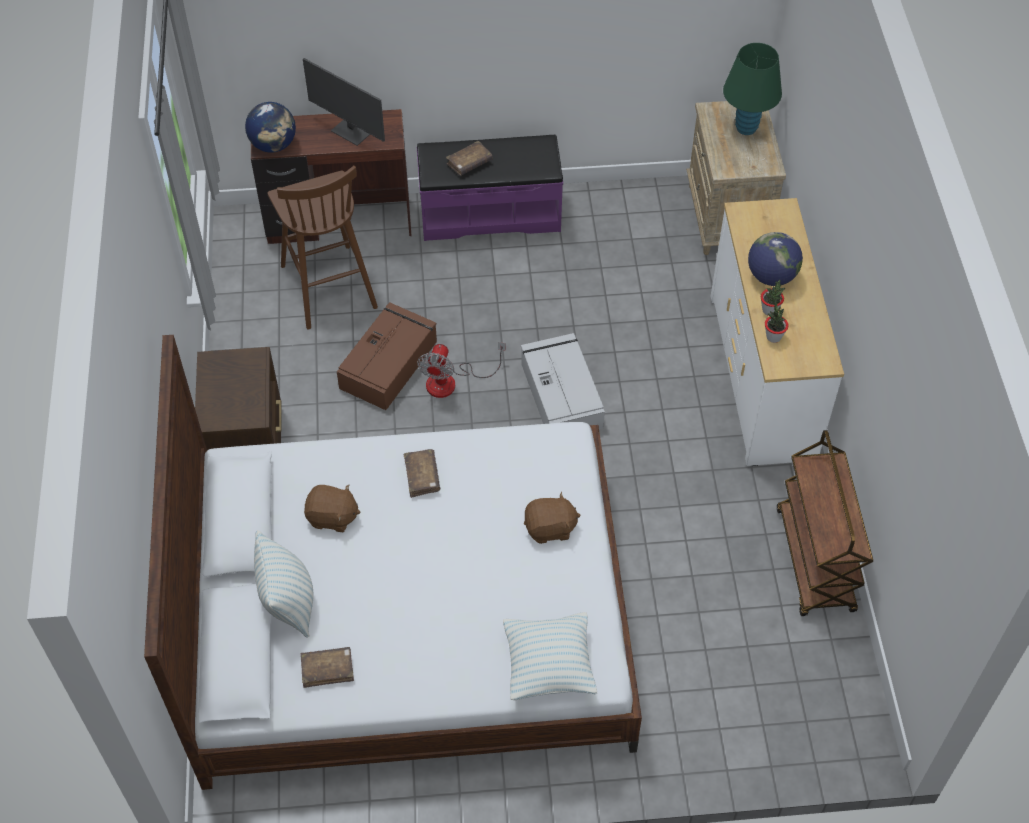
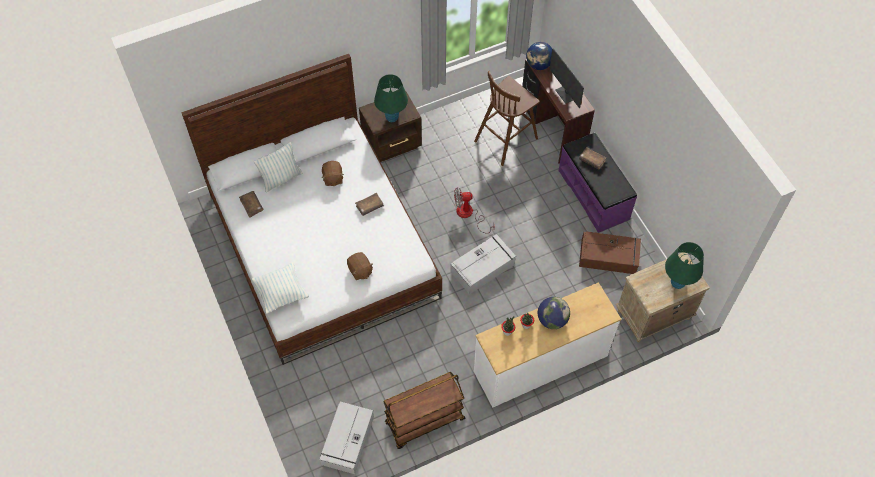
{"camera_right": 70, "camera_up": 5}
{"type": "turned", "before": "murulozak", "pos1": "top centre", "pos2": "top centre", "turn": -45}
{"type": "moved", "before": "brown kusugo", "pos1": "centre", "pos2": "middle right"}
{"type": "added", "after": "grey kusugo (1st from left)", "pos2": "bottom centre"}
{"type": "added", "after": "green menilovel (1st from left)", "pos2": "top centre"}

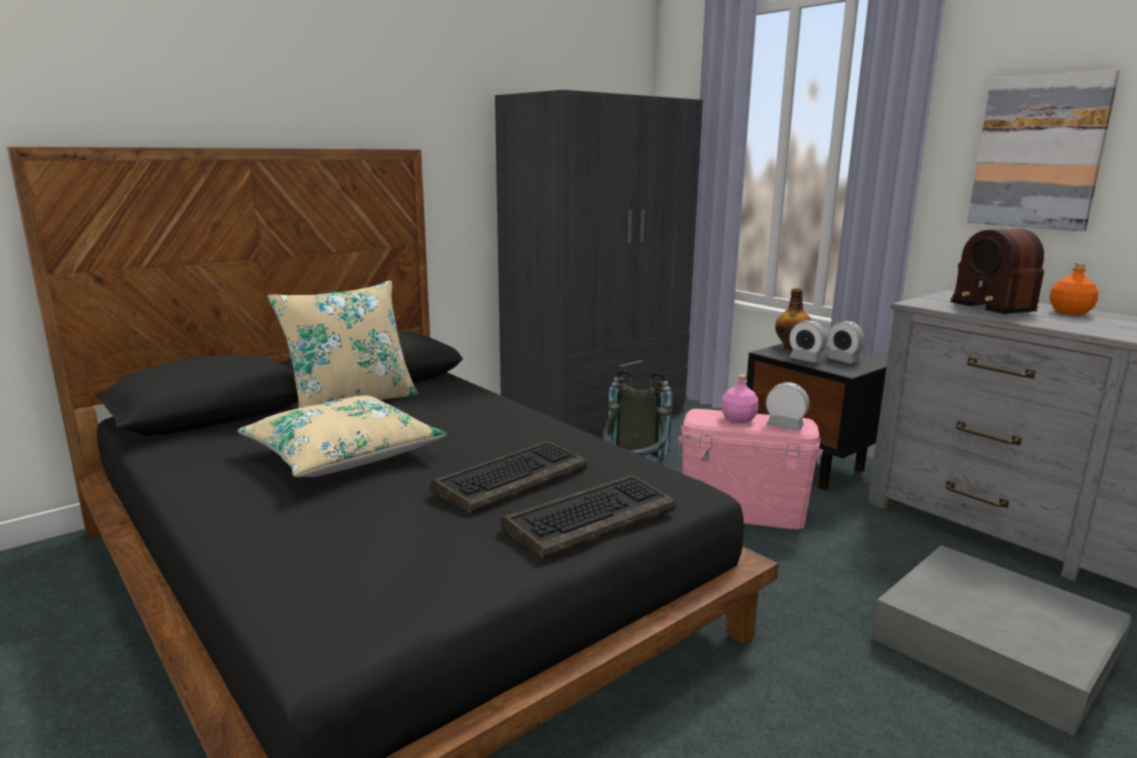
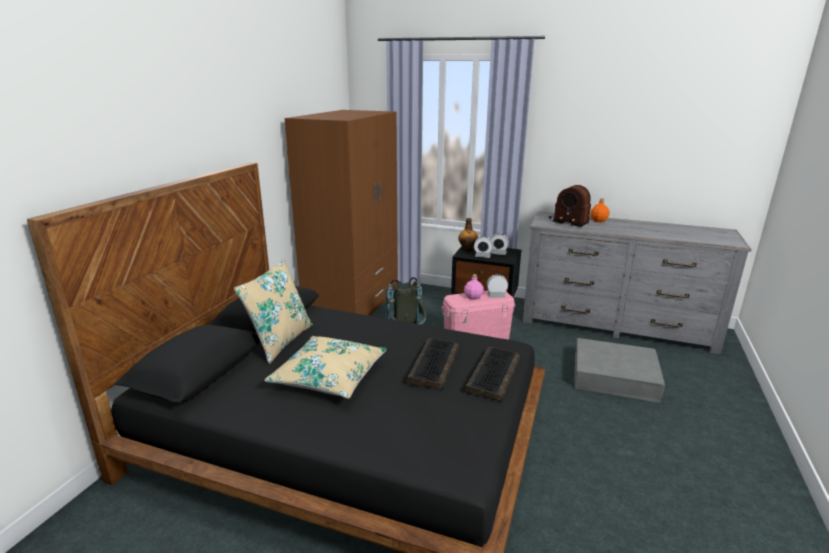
{"camera_right": -30, "camera_up": 5}
{"type": "recoloured", "before": "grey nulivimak", "after": "brown nulivimak", "pos1": "centre", "pos2": "centre"}
{"type": "removed", "before": "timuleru", "pos1": "top right"}

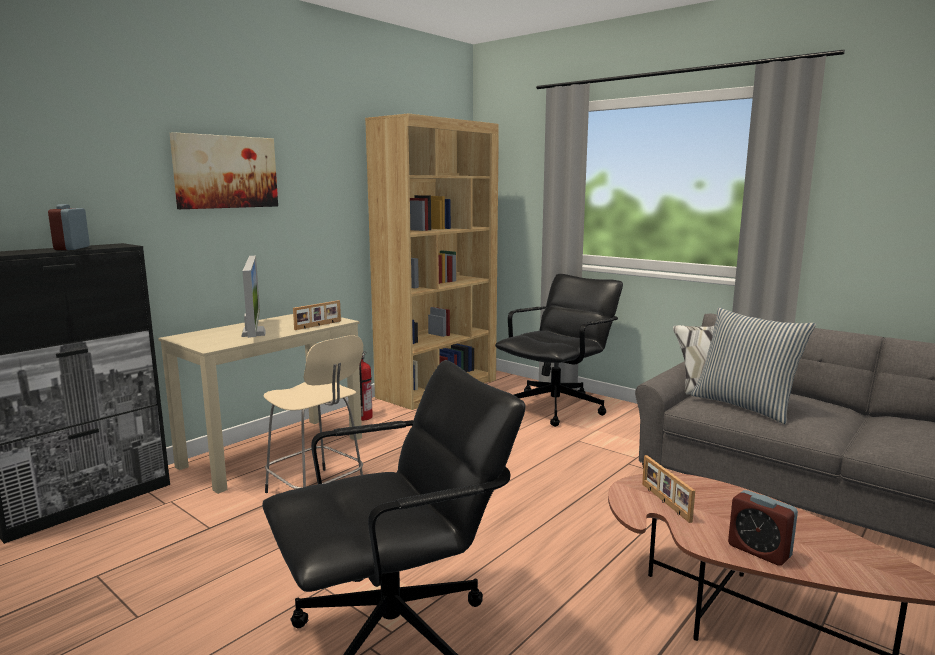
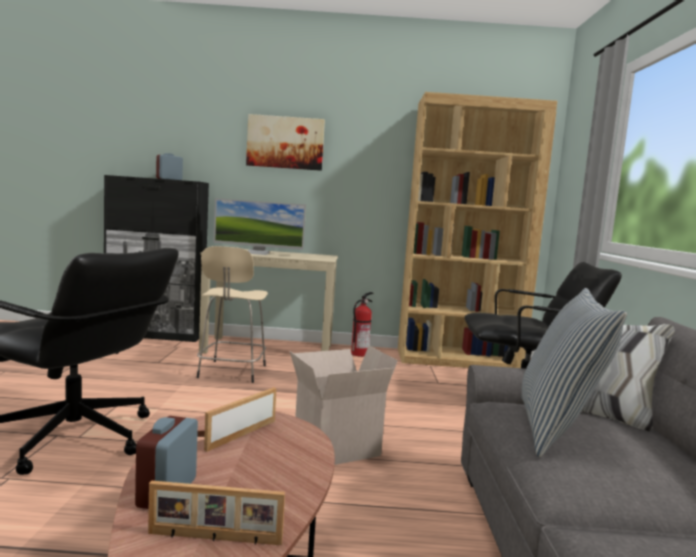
{"camera_right": 50, "camera_up": -5}
{"type": "turned", "before": "murulozak", "pos1": "middle left", "pos2": "centre", "turn": 60}
{"type": "moved", "before": "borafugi (1st from left)", "pos1": "centre", "pos2": "bottom left"}
{"type": "added", "after": "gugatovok", "pos2": "bottom centre"}

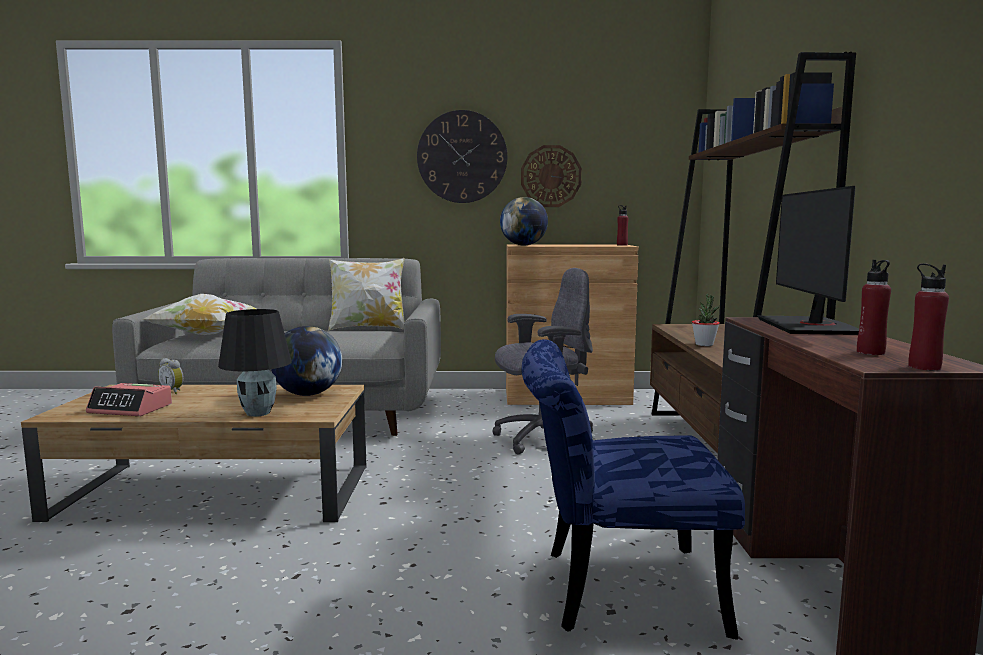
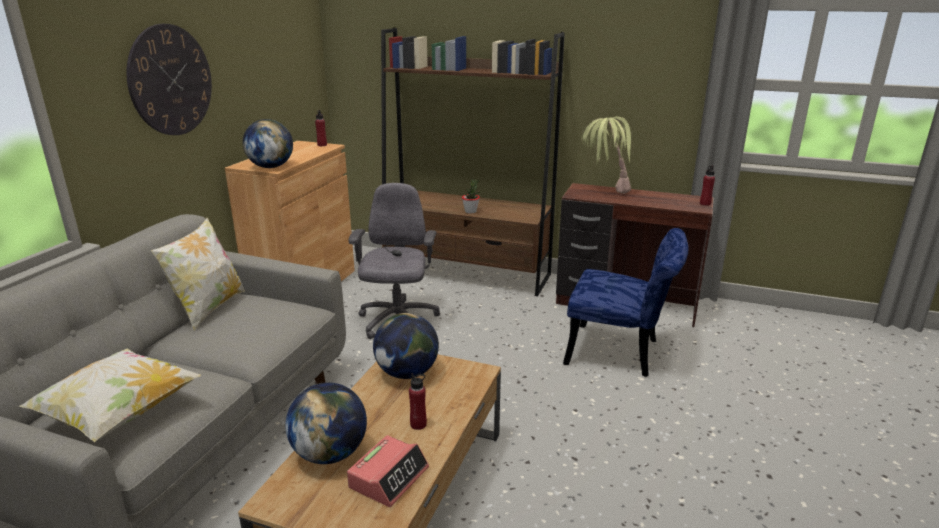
{"camera_right": -70, "camera_up": 15}
{"type": "replaced", "before": "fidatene (2nd from left)", "after": "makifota (2nd from left)", "pos1": "middle left", "pos2": "bottom centre"}
{"type": "removed", "before": "black menilovel", "pos1": "middle left"}
{"type": "removed", "before": "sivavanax (2nd from left)", "pos1": "top centre"}
{"type": "turned", "before": "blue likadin", "pos1": "bottom centre", "pos2": "middle right", "turn": -90}
{"type": "replaced", "before": "murulozak", "after": "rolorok (2nd from left)", "pos1": "middle right", "pos2": "top centre"}
{"type": "moved", "before": "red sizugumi (2nd from left)", "pos1": "middle right", "pos2": "bottom centre"}

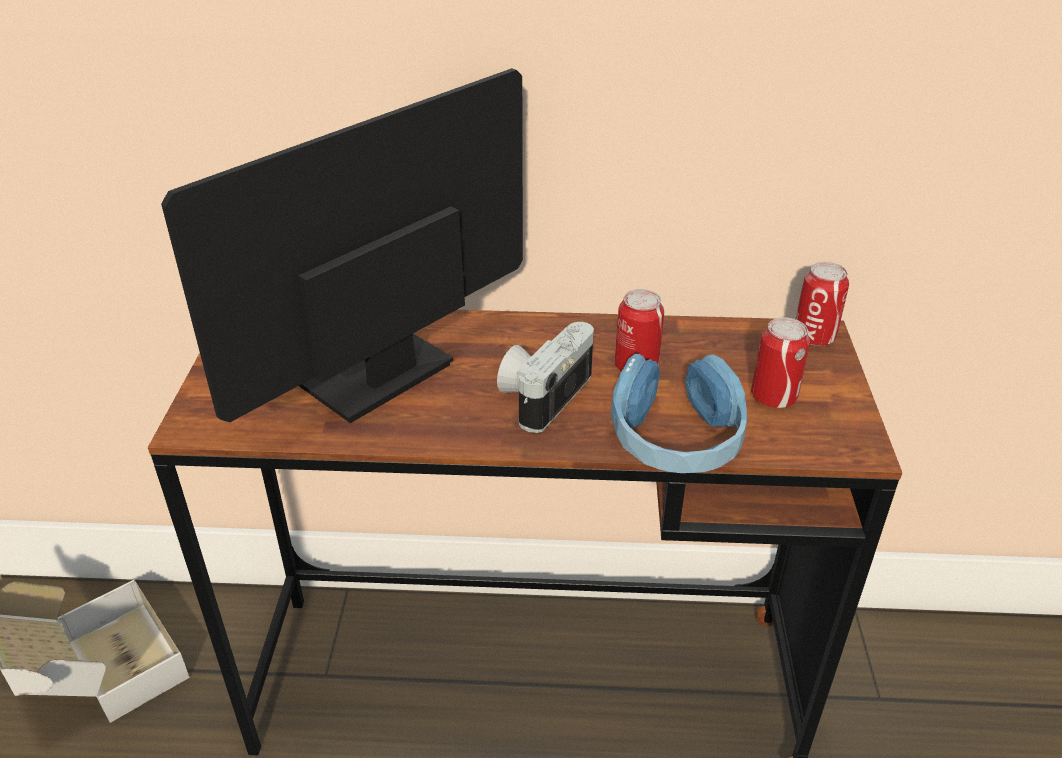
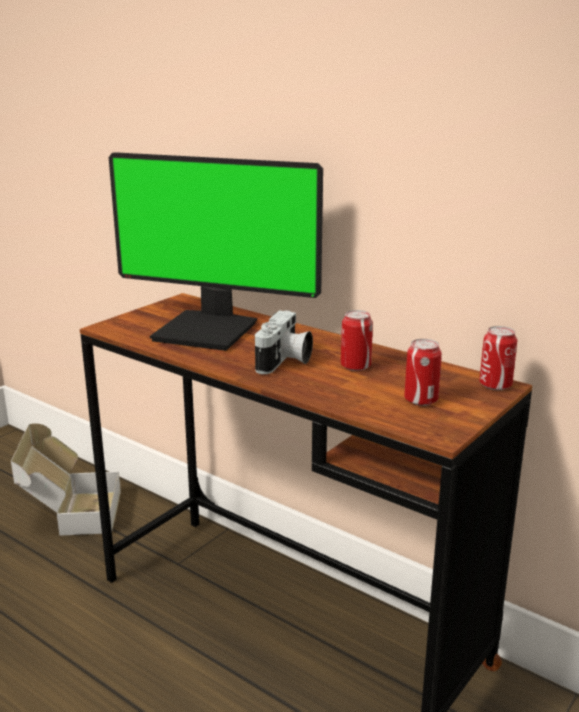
{"camera_right": 35, "camera_up": -15}
{"type": "turned", "before": "murulozak", "pos1": "top left", "pos2": "centre", "turn": -150}
{"type": "turned", "before": "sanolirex", "pos1": "centre", "pos2": "centre", "turn": 135}
{"type": "removed", "before": "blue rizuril", "pos1": "centre"}

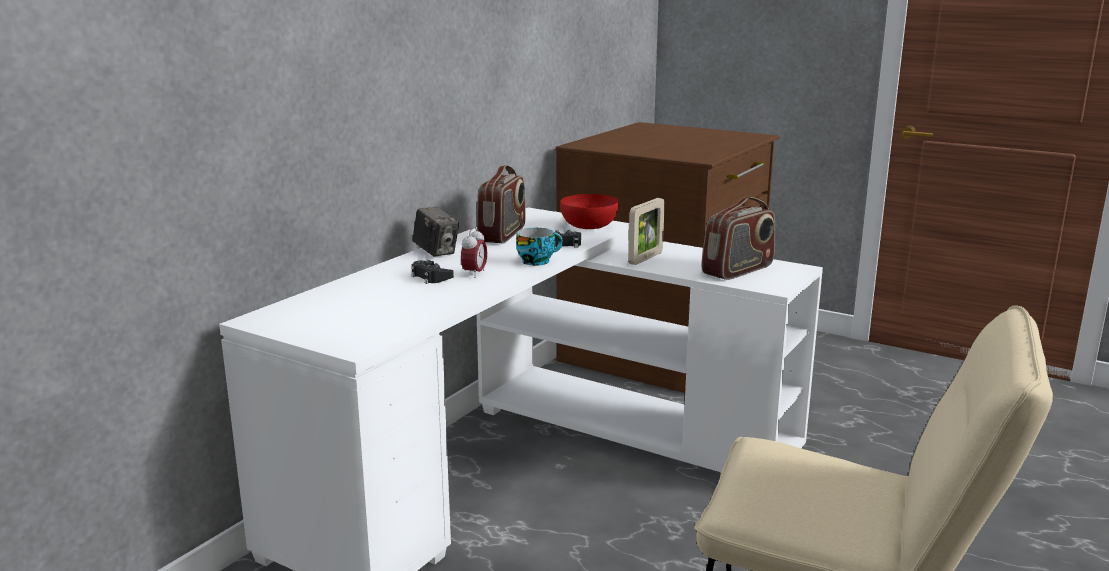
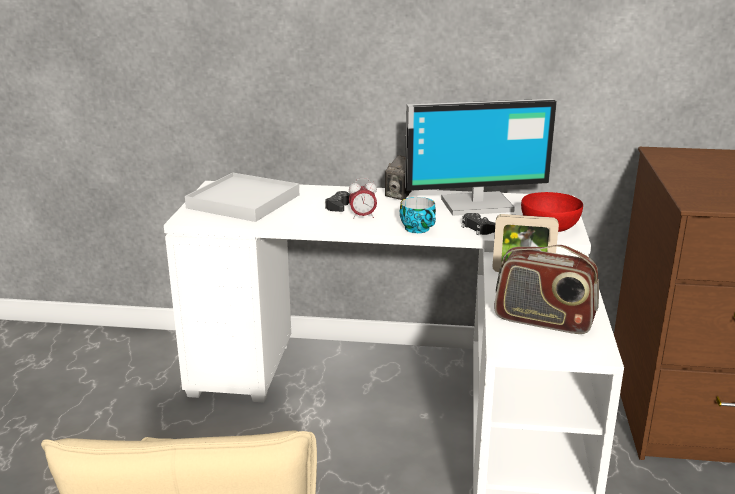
{"camera_right": 65, "camera_up": 5}
{"type": "replaced", "before": "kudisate (1st from left)", "after": "murulozak", "pos1": "centre", "pos2": "top centre"}
{"type": "added", "after": "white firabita", "pos2": "middle left"}

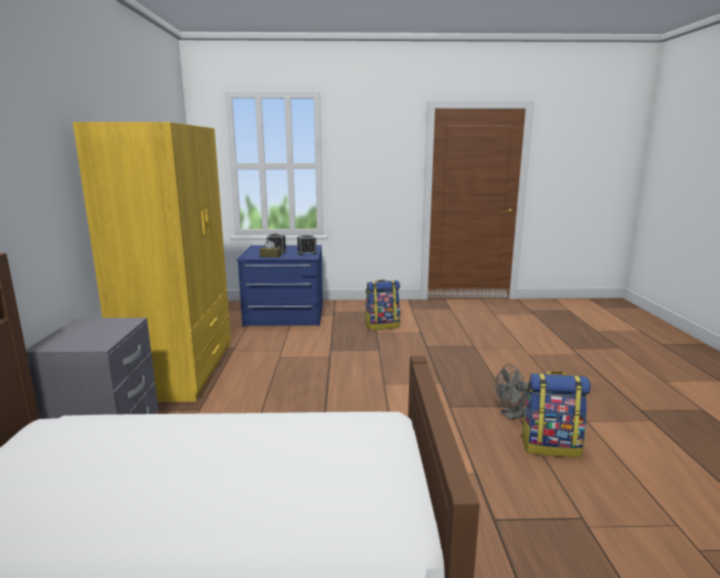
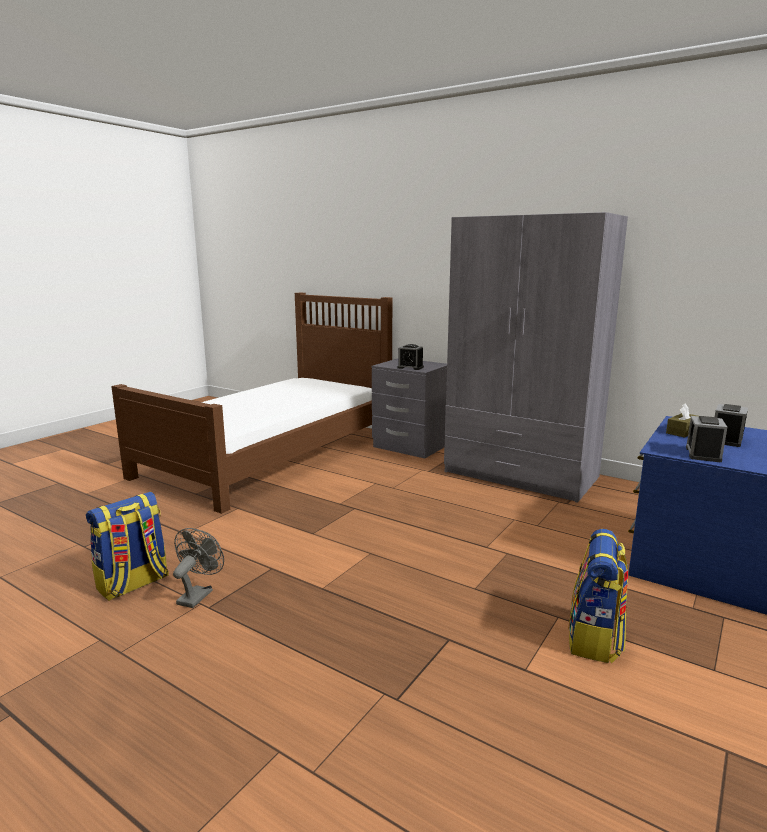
{"camera_right": 125, "camera_up": 0}
{"type": "recoloured", "before": "yellow nulivimak", "after": "grey nulivimak", "pos1": "middle left", "pos2": "middle right"}
{"type": "added", "after": "fidatene (1st from left)", "pos2": "centre"}

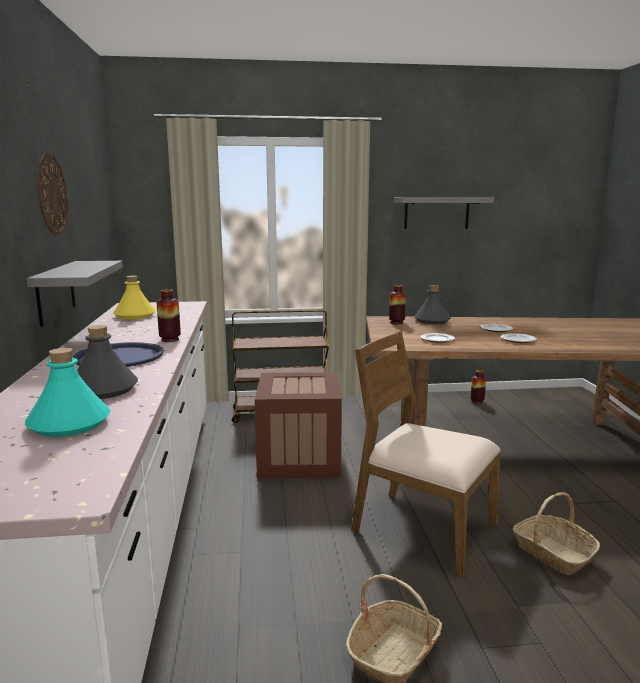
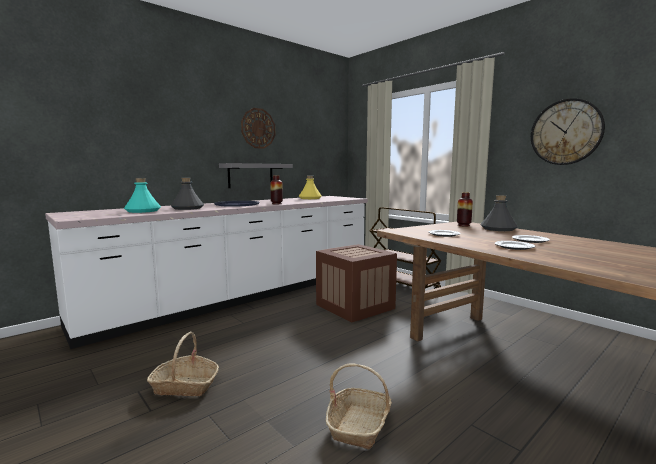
{"camera_right": 55, "camera_up": -5}
{"type": "removed", "before": "brown likadin", "pos1": "centre"}
{"type": "replaced", "before": "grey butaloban (2nd from left)", "after": "sivavanax (2nd from left)", "pos1": "top right", "pos2": "top right"}
{"type": "removed", "before": "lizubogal (3rd from left)", "pos1": "middle right"}

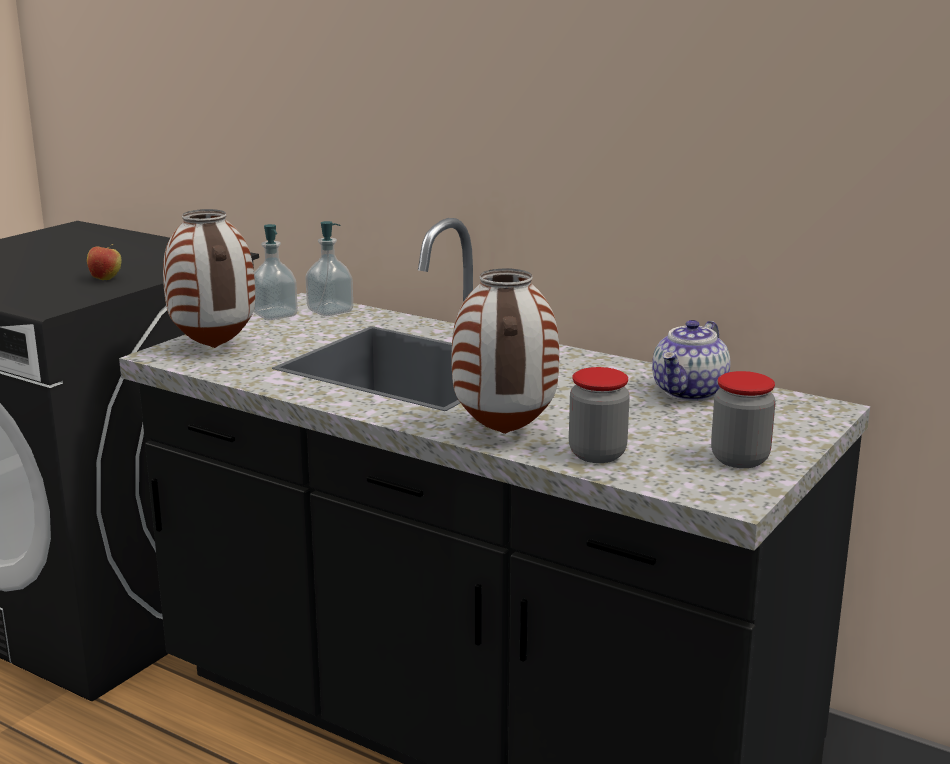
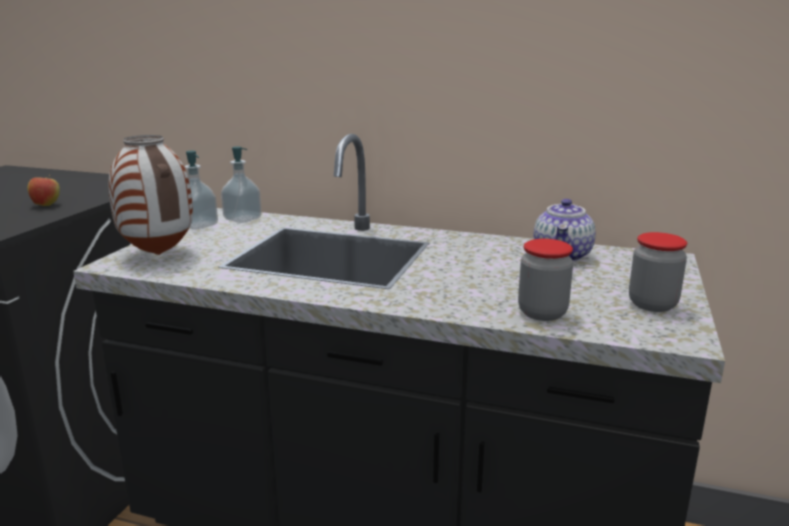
{"camera_right": -15, "camera_up": 0}
{"type": "removed", "before": "lizubogal (2nd from left)", "pos1": "centre"}

